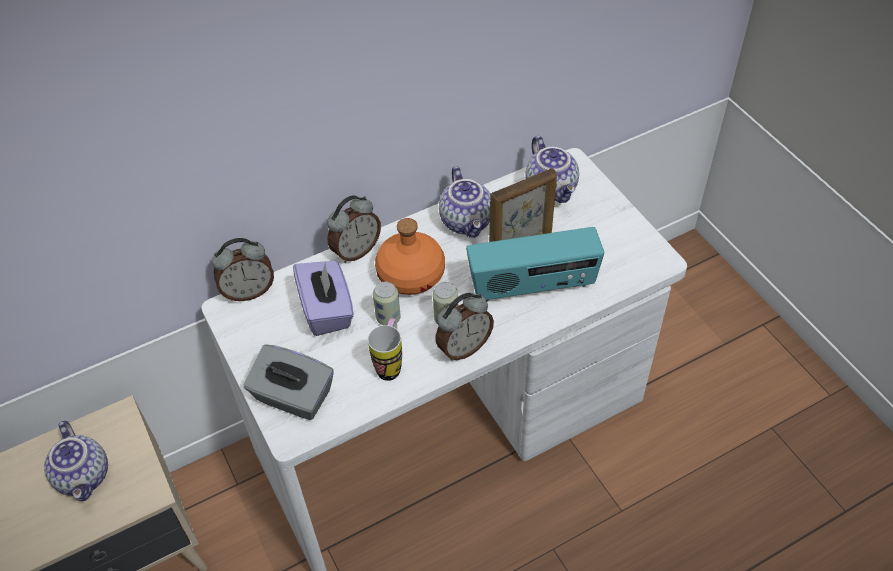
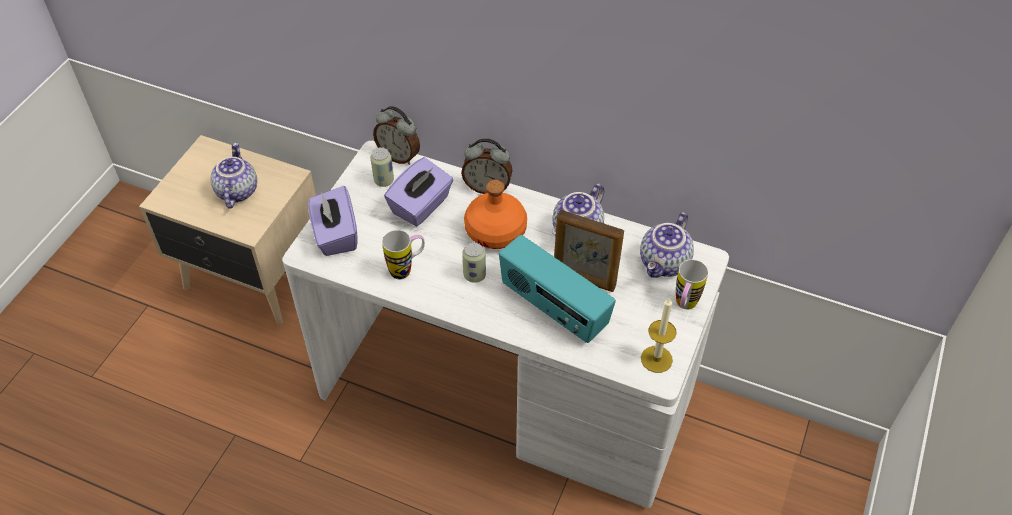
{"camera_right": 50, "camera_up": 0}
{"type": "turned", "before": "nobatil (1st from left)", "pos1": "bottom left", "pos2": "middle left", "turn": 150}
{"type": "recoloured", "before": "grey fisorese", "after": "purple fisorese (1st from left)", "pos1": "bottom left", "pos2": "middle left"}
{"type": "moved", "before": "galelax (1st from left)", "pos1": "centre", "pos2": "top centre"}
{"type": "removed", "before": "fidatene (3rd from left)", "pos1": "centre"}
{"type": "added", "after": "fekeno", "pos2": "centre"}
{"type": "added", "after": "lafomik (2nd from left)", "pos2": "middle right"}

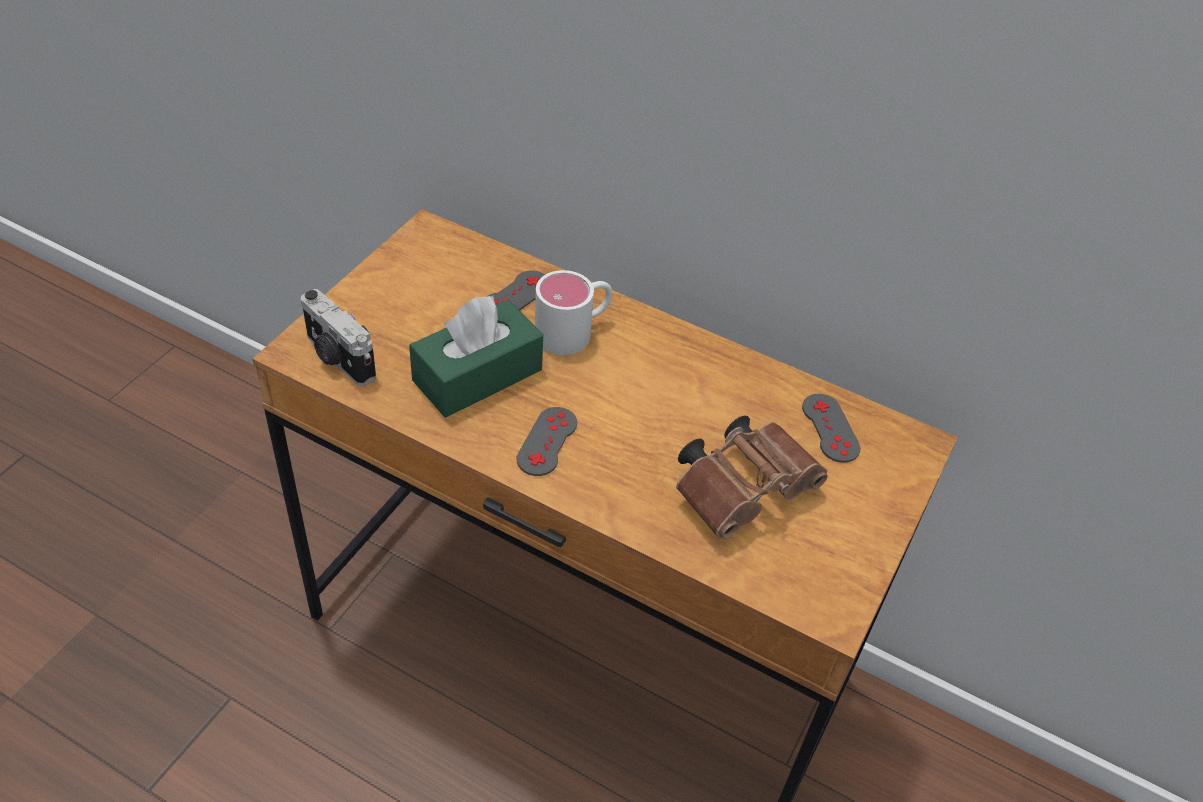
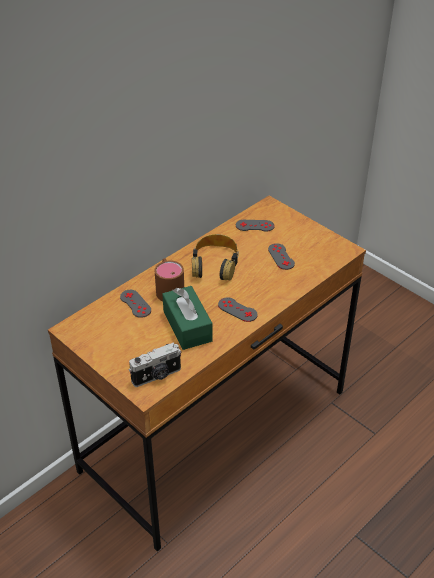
{"camera_right": -70, "camera_up": -5}
{"type": "recoloured", "before": "white lafomik", "after": "brown lafomik", "pos1": "centre", "pos2": "centre"}
{"type": "replaced", "before": "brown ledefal", "after": "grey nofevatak (4th from left)", "pos1": "centre", "pos2": "centre"}
{"type": "added", "after": "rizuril", "pos2": "centre"}

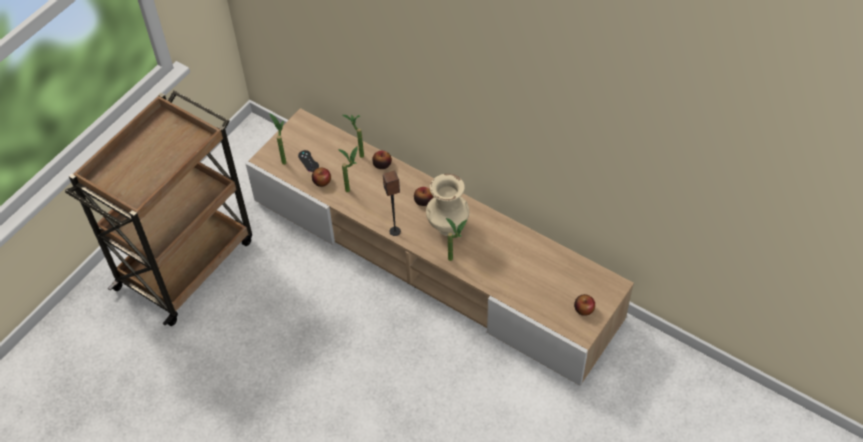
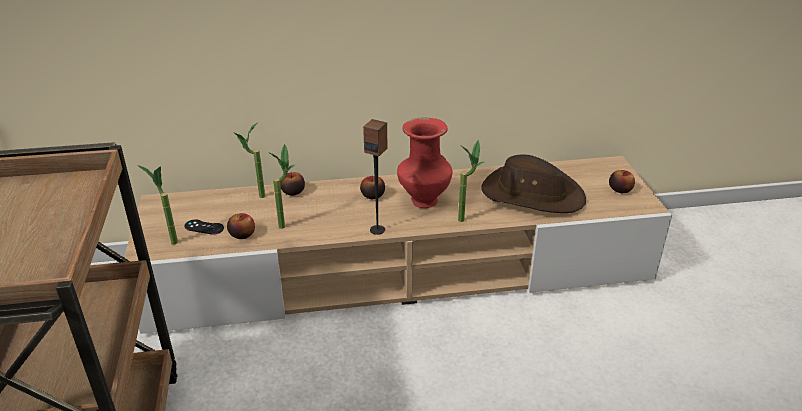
{"camera_right": -45, "camera_up": -20}
{"type": "recoloured", "before": "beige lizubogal", "after": "red lizubogal", "pos1": "centre", "pos2": "centre"}
{"type": "added", "after": "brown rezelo", "pos2": "centre"}

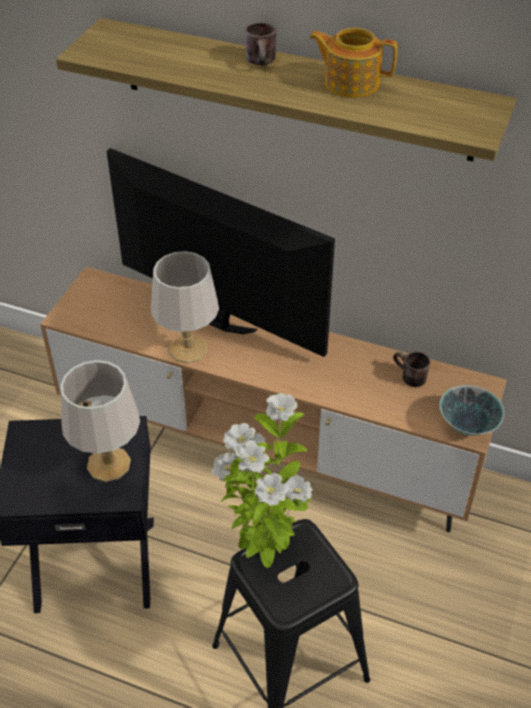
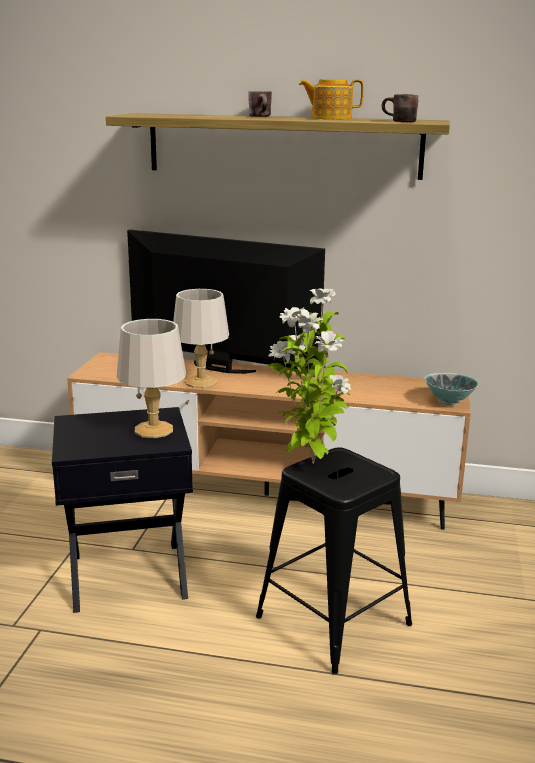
{"camera_right": -10, "camera_up": -25}
{"type": "moved", "before": "brown lafomik (2nd from left)", "pos1": "middle right", "pos2": "top right"}

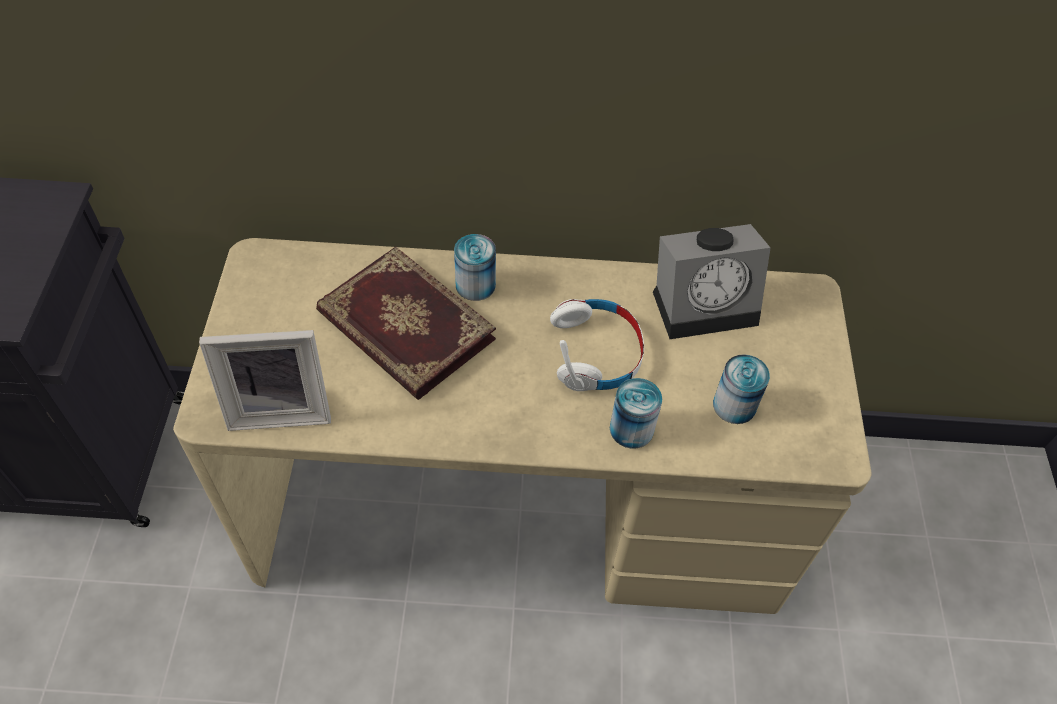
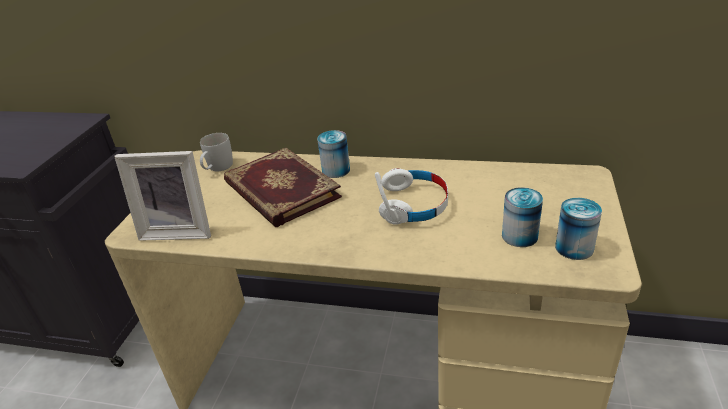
{"camera_right": 15, "camera_up": -20}
{"type": "moved", "before": "galelax (2nd from left in the first image)", "after": "galelax (3rd from left)", "pos1": "centre", "pos2": "middle right"}
{"type": "removed", "before": "fidatene", "pos1": "middle right"}
{"type": "added", "after": "white lafomik", "pos2": "middle left"}

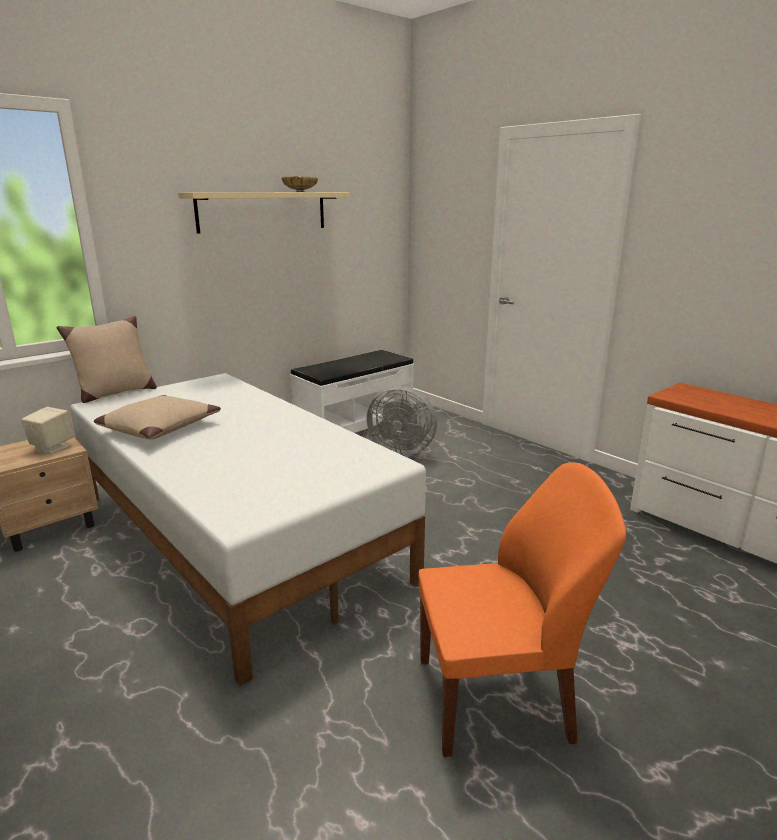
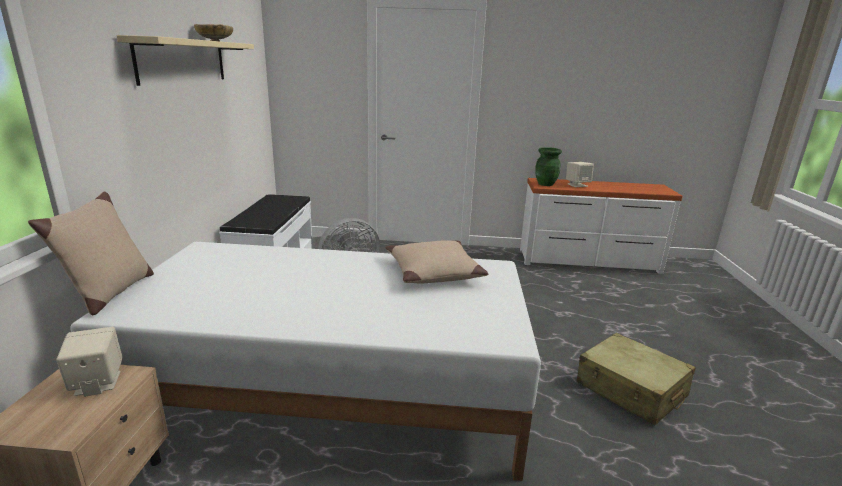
{"camera_right": -45, "camera_up": 0}
{"type": "moved", "before": "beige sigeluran (2nd from left)", "pos1": "middle left", "pos2": "centre"}
{"type": "replaced", "before": "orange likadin", "after": "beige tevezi", "pos1": "bottom right", "pos2": "bottom right"}
{"type": "added", "after": "green lizubogal", "pos2": "centre"}
{"type": "added", "after": "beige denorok (2nd from left)", "pos2": "middle right"}

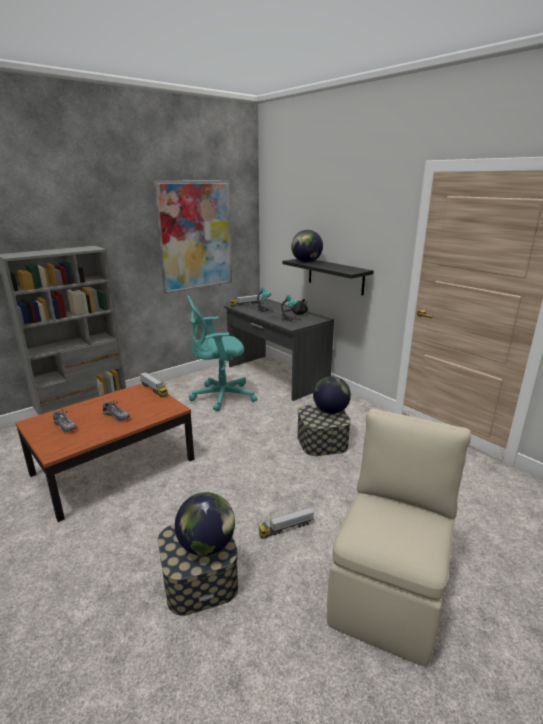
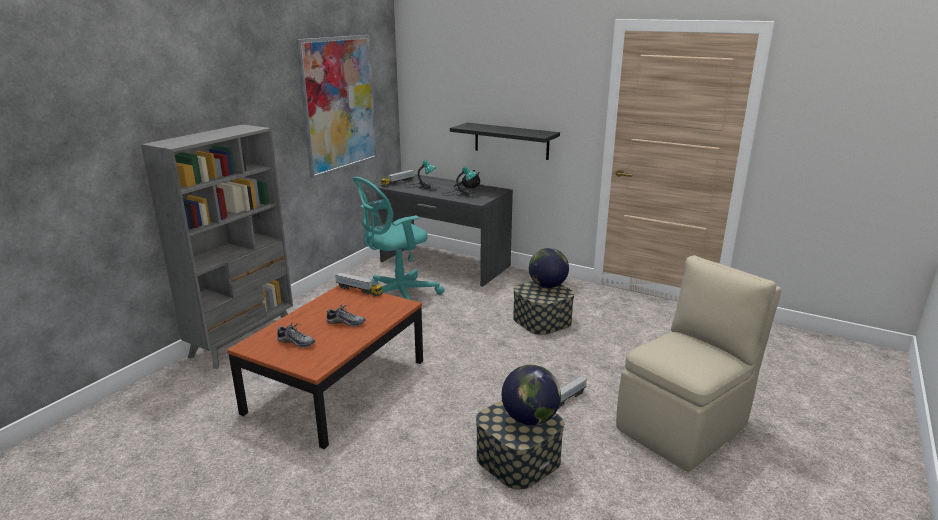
{"camera_right": -20, "camera_up": 0}
{"type": "removed", "before": "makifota (2nd from left)", "pos1": "centre"}
{"type": "turned", "before": "beige likadin", "pos1": "bottom right", "pos2": "bottom right", "turn": 45}

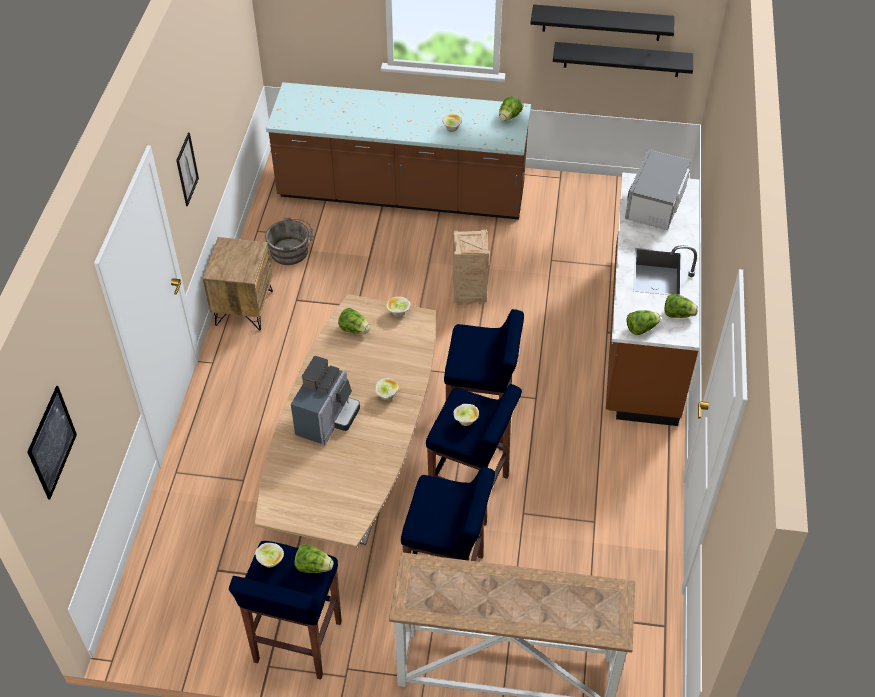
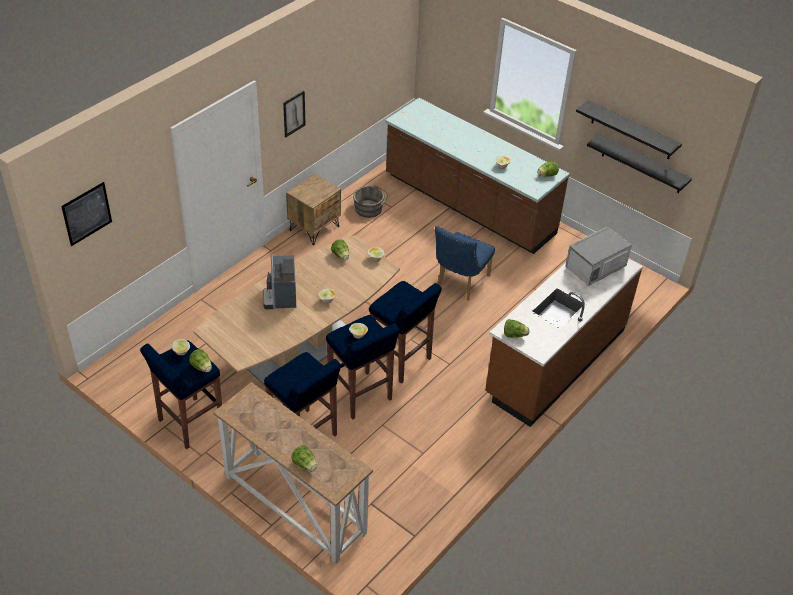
{"camera_right": 30, "camera_up": -5}
{"type": "turned", "before": "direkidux", "pos1": "centre", "pos2": "centre", "turn": 120}
{"type": "replaced", "before": "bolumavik", "after": "blue likadin", "pos1": "centre", "pos2": "centre"}
{"type": "moved", "before": "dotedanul (5th from left in the first image)", "after": "dotedanul (2nd from left)", "pos1": "middle right", "pos2": "bottom centre"}

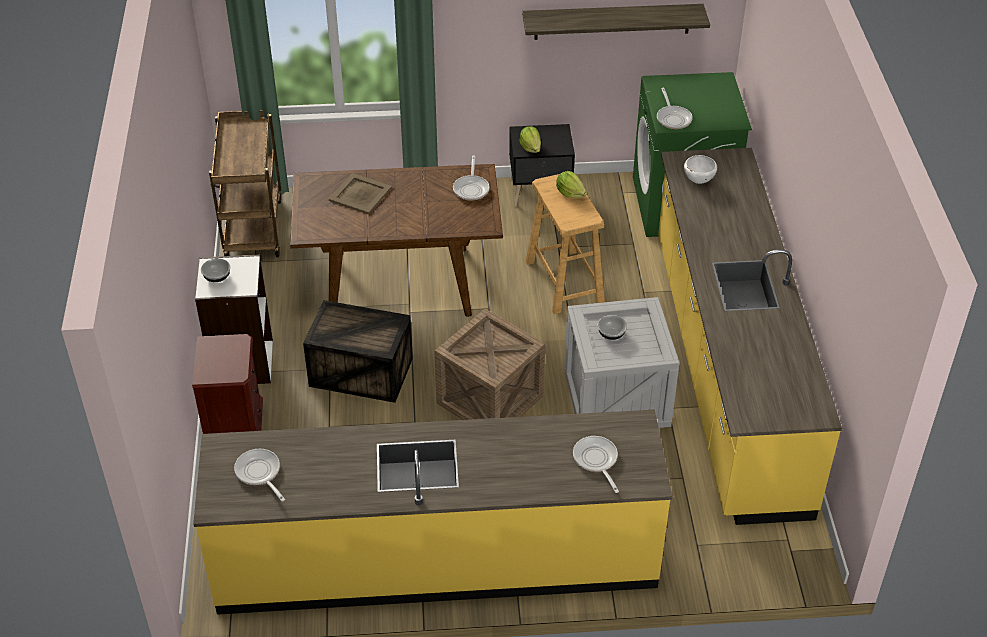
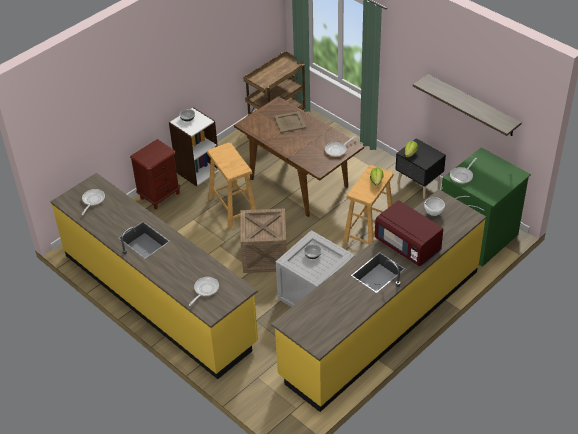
{"camera_right": 50, "camera_up": 0}
{"type": "replaced", "before": "bolumavik (1st from left)", "after": "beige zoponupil (1st from left)", "pos1": "centre", "pos2": "centre"}
{"type": "added", "after": "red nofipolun", "pos2": "middle right"}

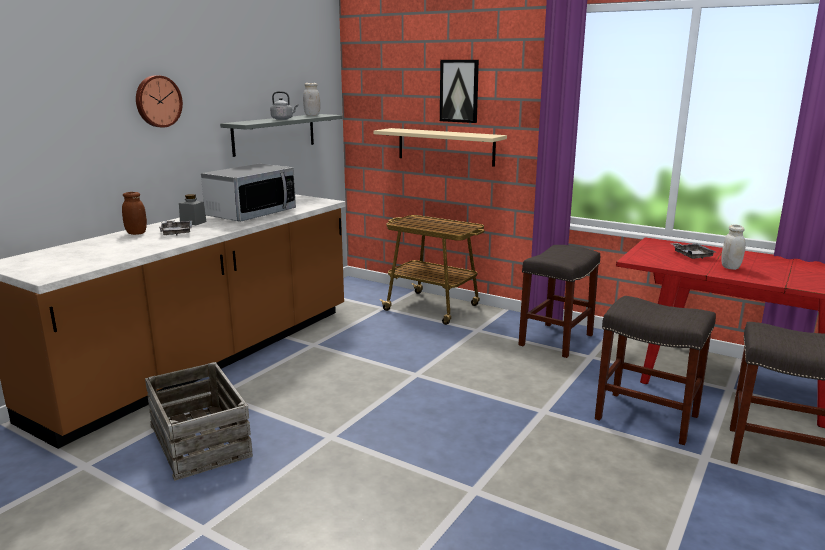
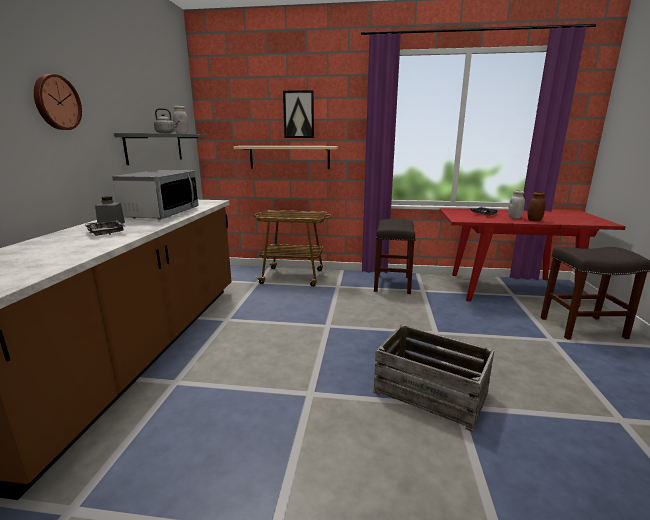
{"camera_right": -25, "camera_up": 0}
{"type": "moved", "before": "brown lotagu", "pos1": "middle left", "pos2": "middle right"}
{"type": "moved", "before": "bolumavik", "pos1": "bottom left", "pos2": "bottom right"}
{"type": "removed", "before": "grey zoponupil (2nd from left)", "pos1": "bottom right"}

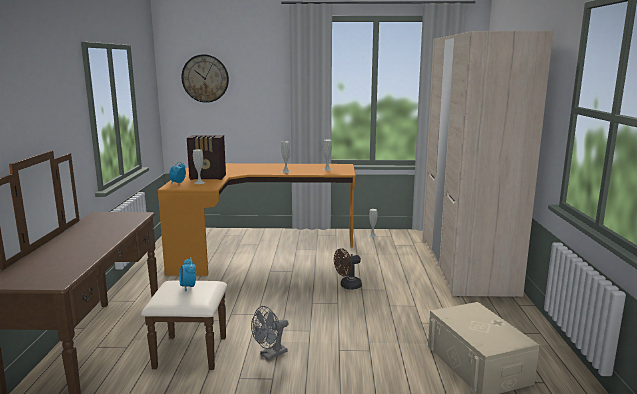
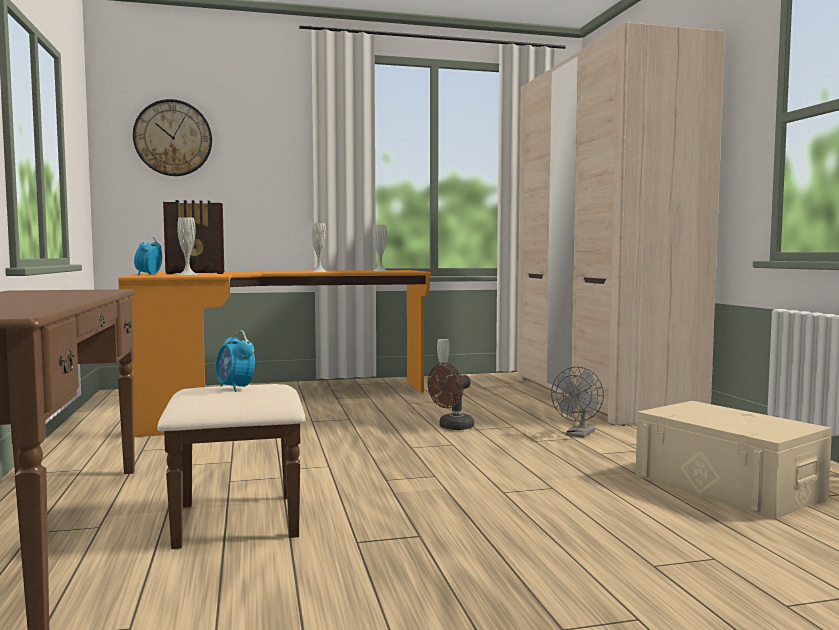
{"camera_right": -15, "camera_up": -10}
{"type": "moved", "before": "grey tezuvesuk", "pos1": "bottom centre", "pos2": "middle right"}

